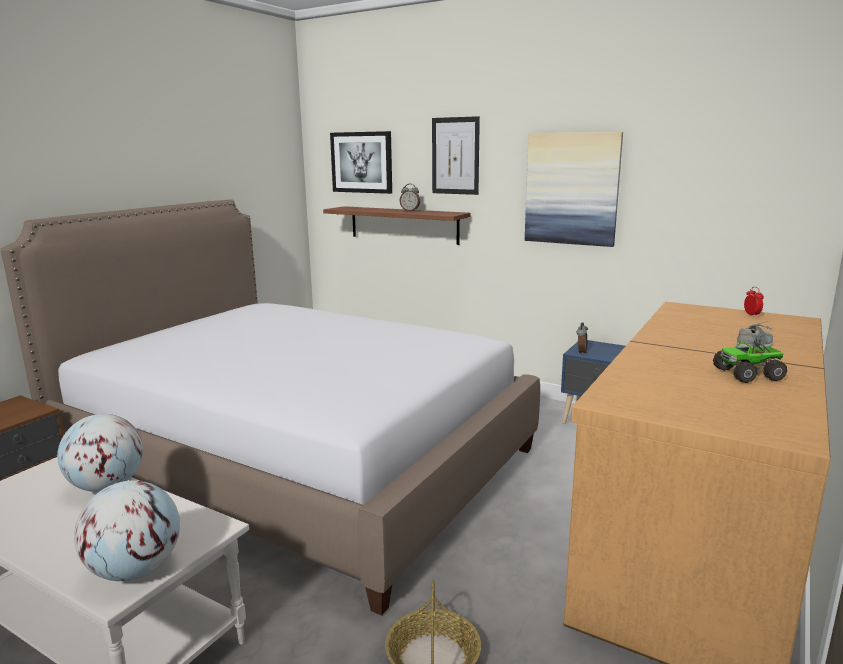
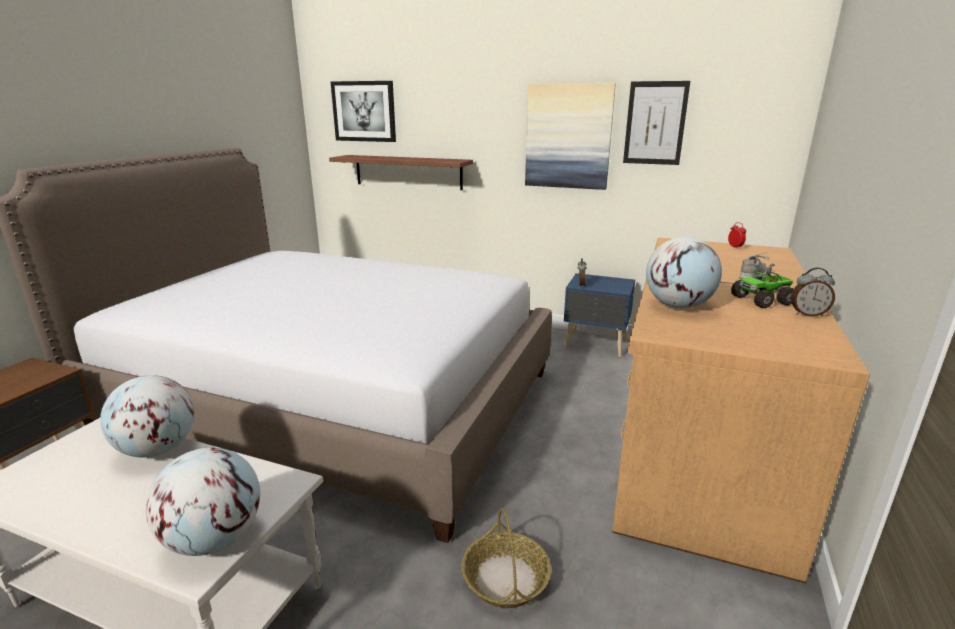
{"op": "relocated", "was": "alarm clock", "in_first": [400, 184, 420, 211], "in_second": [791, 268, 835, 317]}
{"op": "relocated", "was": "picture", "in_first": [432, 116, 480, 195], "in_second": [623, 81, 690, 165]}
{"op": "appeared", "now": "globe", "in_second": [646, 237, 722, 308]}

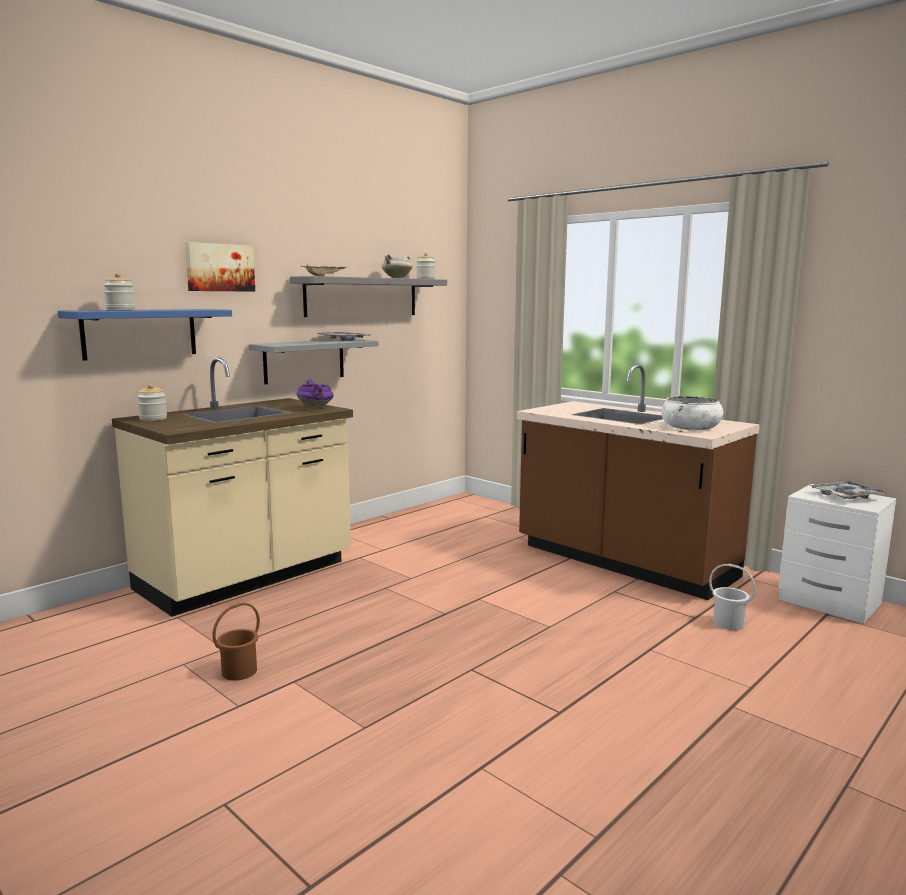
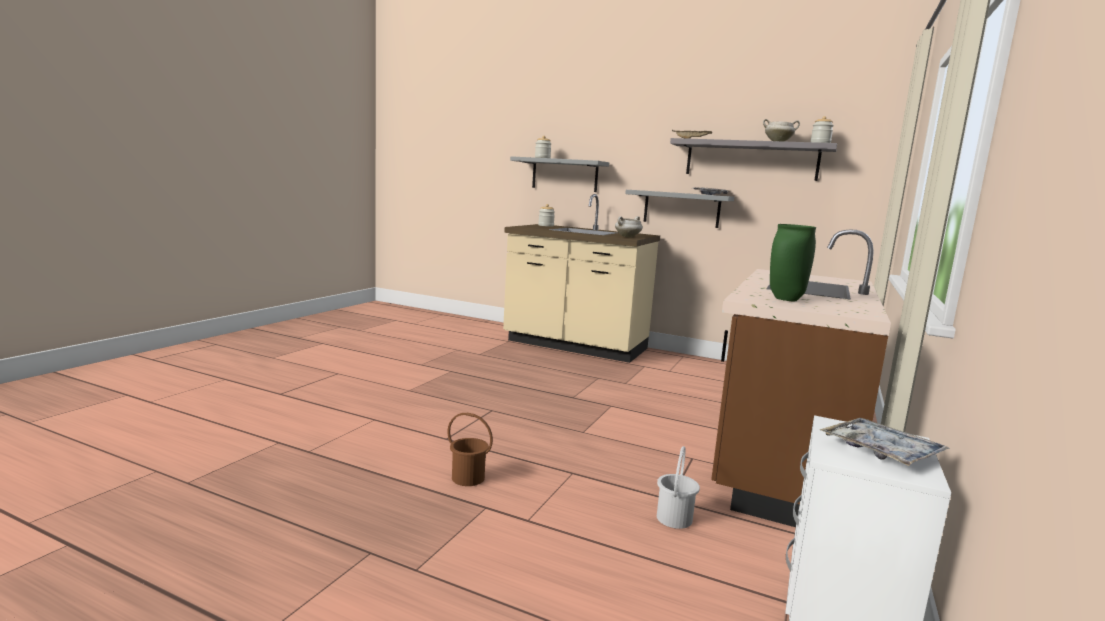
{"op": "colour", "was": "blue shelf", "now": "grey shelf", "in_first": [57, 309, 232, 361], "in_second": [510, 156, 609, 192]}
{"op": "missing", "was": "picture", "in_first": [185, 242, 255, 292]}
{"op": "relocated", "was": "brown bucket", "in_first": [213, 603, 260, 681], "in_second": [447, 412, 493, 486]}
{"op": "colour", "was": "purple cooking pot", "now": "white cooking pot", "in_first": [297, 379, 334, 409], "in_second": [615, 216, 643, 237]}
{"op": "exchanged", "was": "white bowl", "now": "green vase", "in_first": [661, 396, 723, 430], "in_second": [770, 224, 816, 301]}

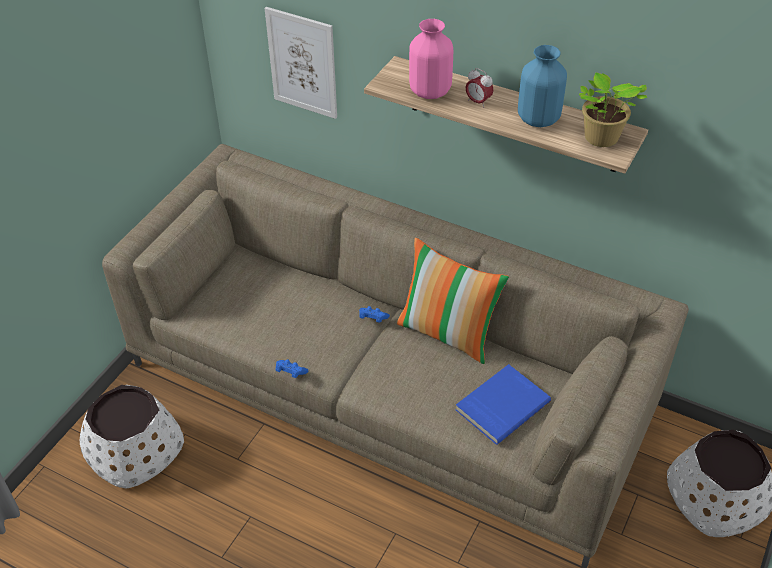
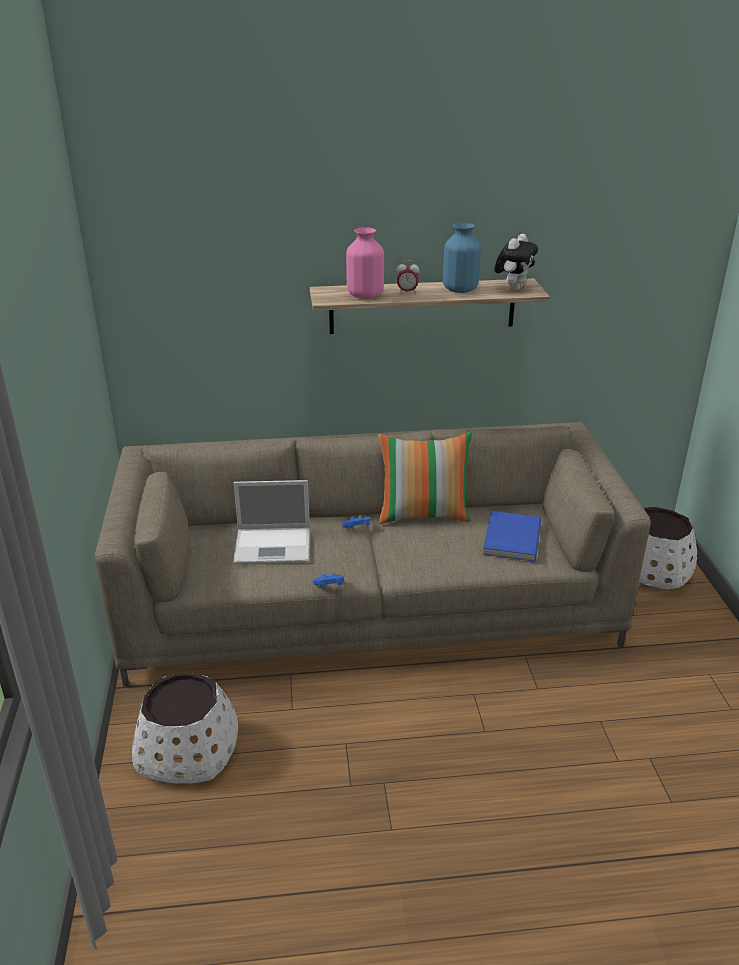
{"op": "missing", "was": "picture", "in_first": [265, 7, 337, 119]}
{"op": "exchanged", "was": "potted plant", "now": "plush toy", "in_first": [579, 72, 648, 147], "in_second": [494, 234, 538, 291]}
{"op": "appeared", "now": "laptop", "in_second": [233, 480, 310, 564]}

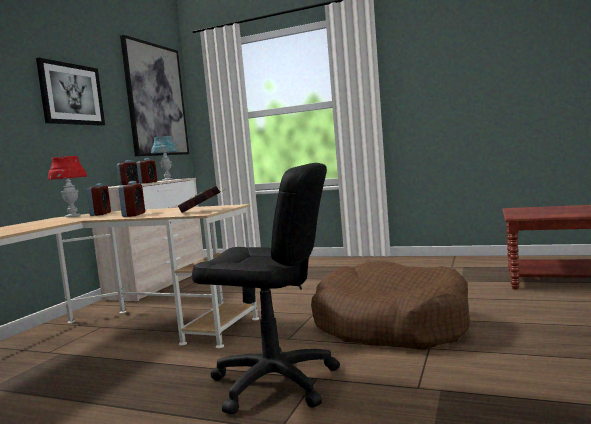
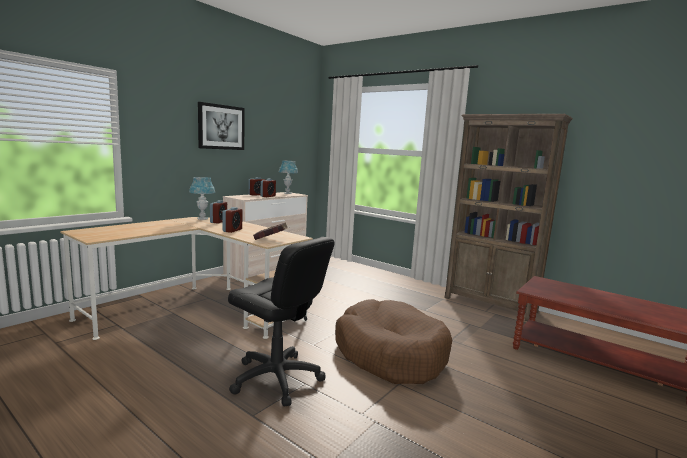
{"op": "colour", "was": "red table lamp", "now": "blue table lamp", "in_first": [48, 156, 87, 217], "in_second": [189, 177, 215, 220]}
{"op": "missing", "was": "picture", "in_first": [120, 35, 189, 157]}
{"op": "appeared", "now": "brown bookcase", "in_second": [445, 114, 573, 321]}

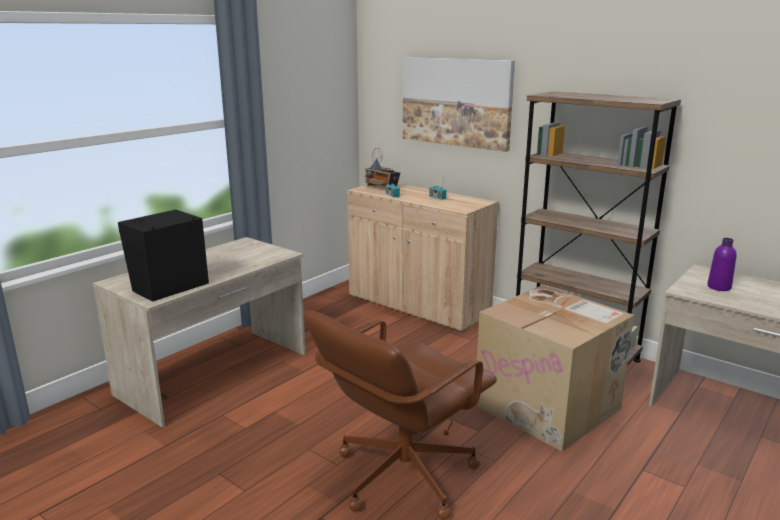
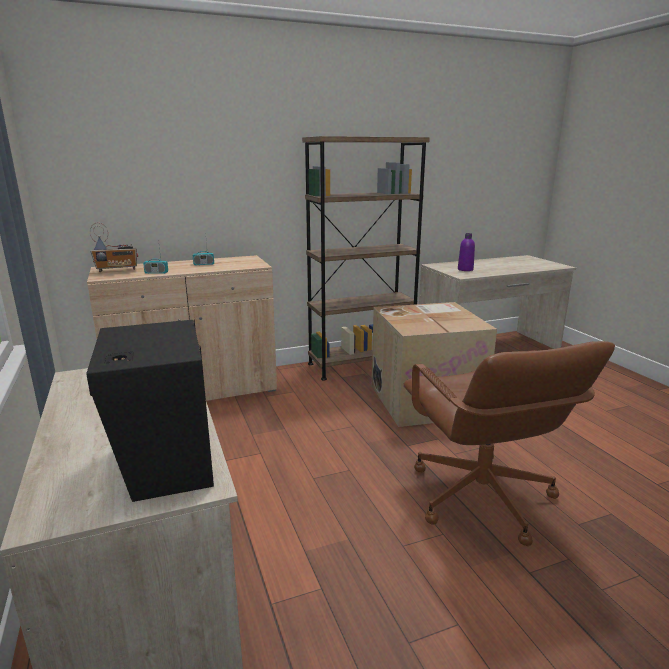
{"op": "missing", "was": "picture", "in_first": [403, 57, 515, 152]}

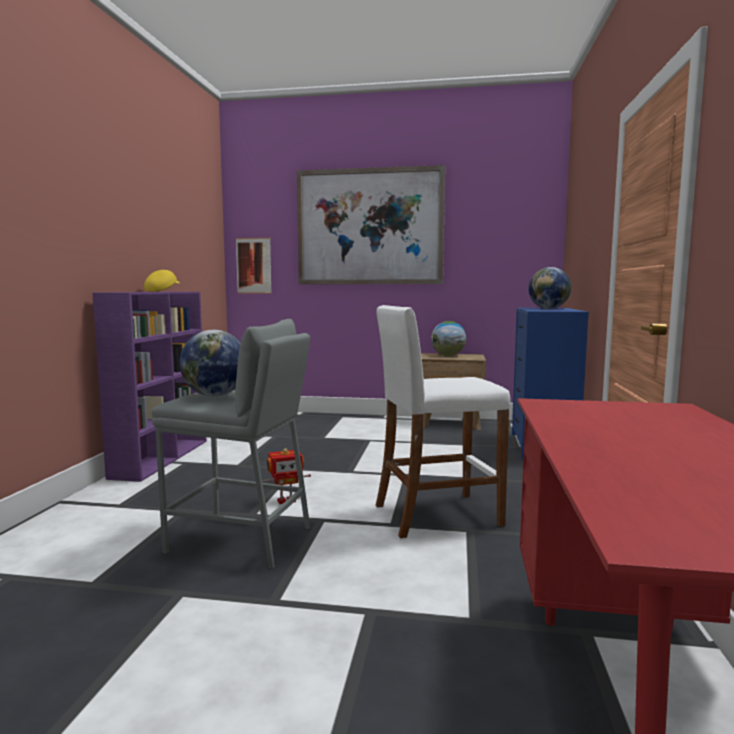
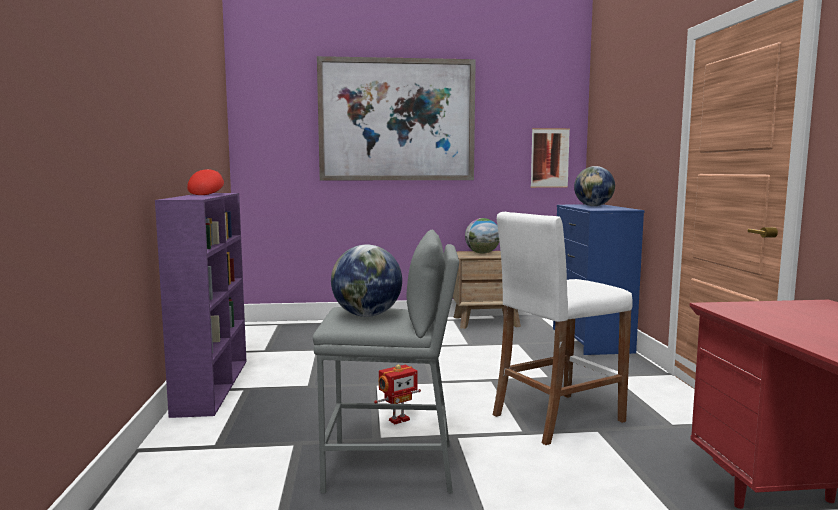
{"op": "colour", "was": "yellow cap", "now": "red cap", "in_first": [144, 270, 180, 292], "in_second": [187, 169, 224, 195]}
{"op": "relocated", "was": "picture", "in_first": [236, 238, 272, 293], "in_second": [531, 128, 570, 188]}

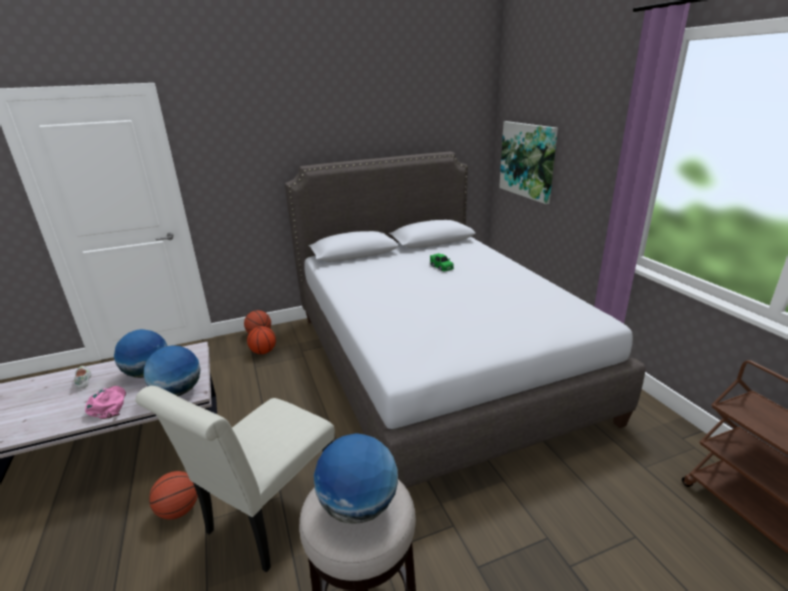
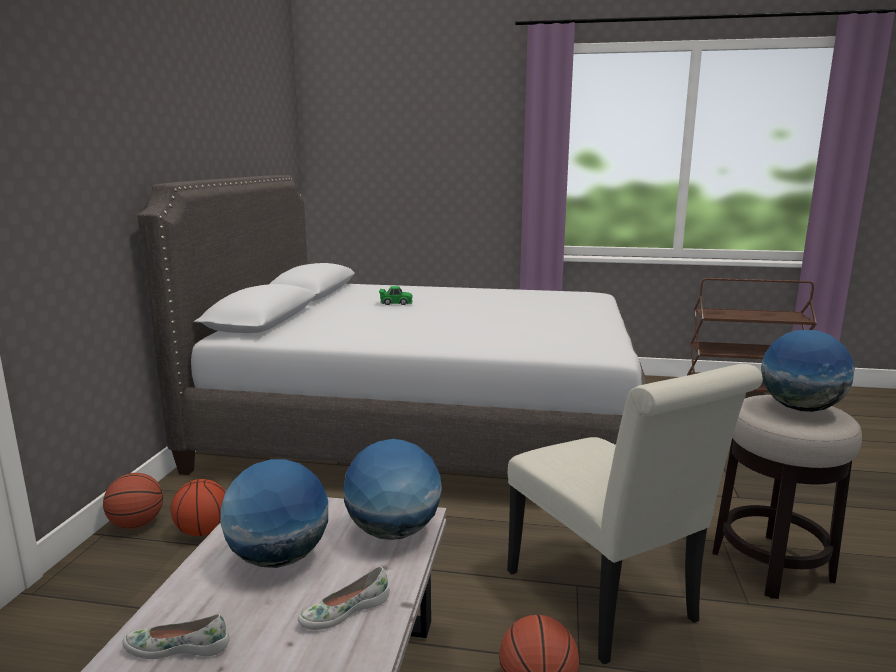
{"op": "exchanged", "was": "pink cap", "now": "white shoe", "in_first": [85, 386, 126, 419], "in_second": [298, 566, 390, 630]}
{"op": "missing", "was": "picture", "in_first": [499, 121, 558, 204]}

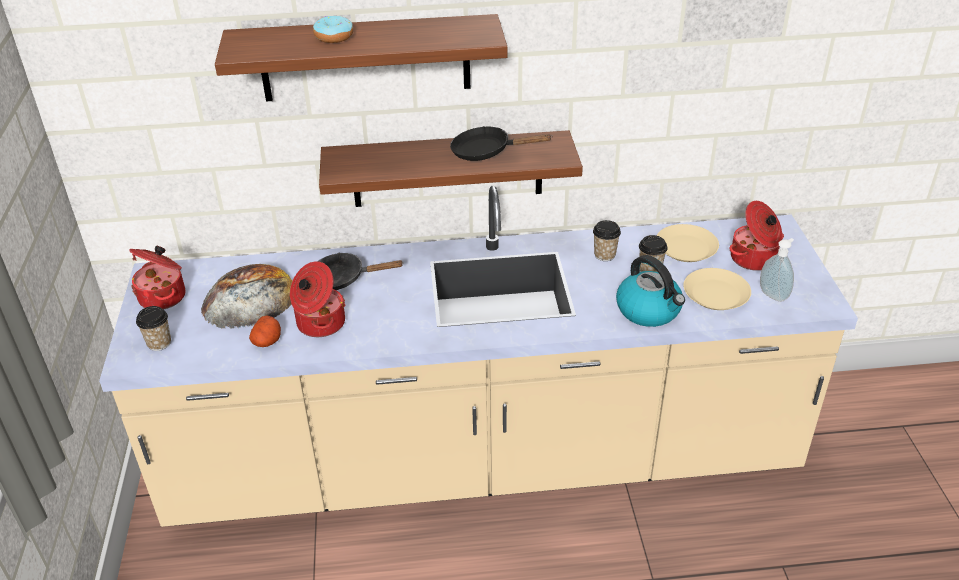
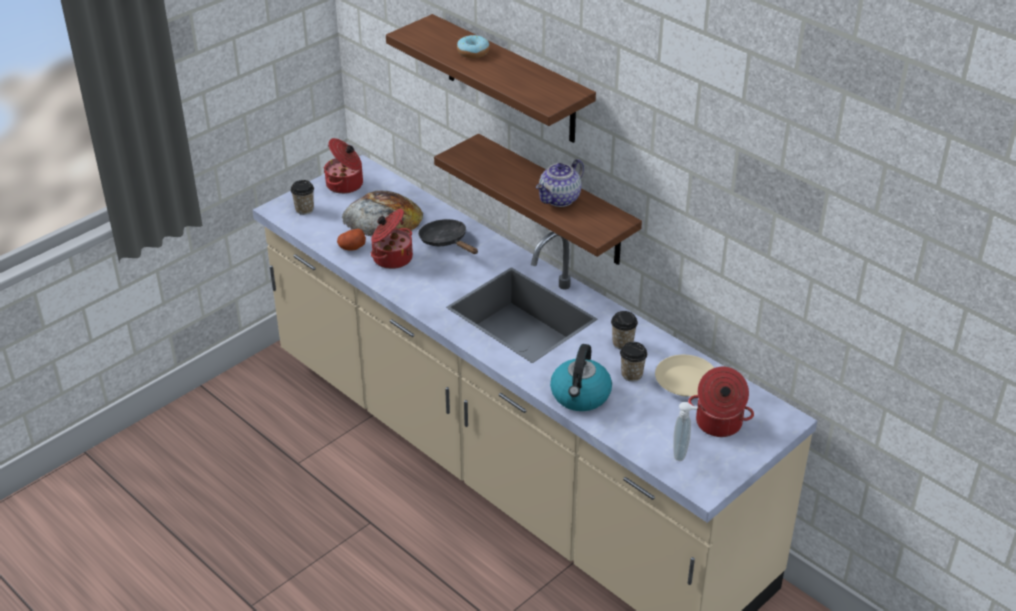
{"op": "exchanged", "was": "black frying pan", "now": "teapot", "in_first": [450, 126, 553, 161], "in_second": [536, 159, 584, 207]}
{"op": "missing", "was": "beige plate", "in_first": [683, 268, 751, 310]}

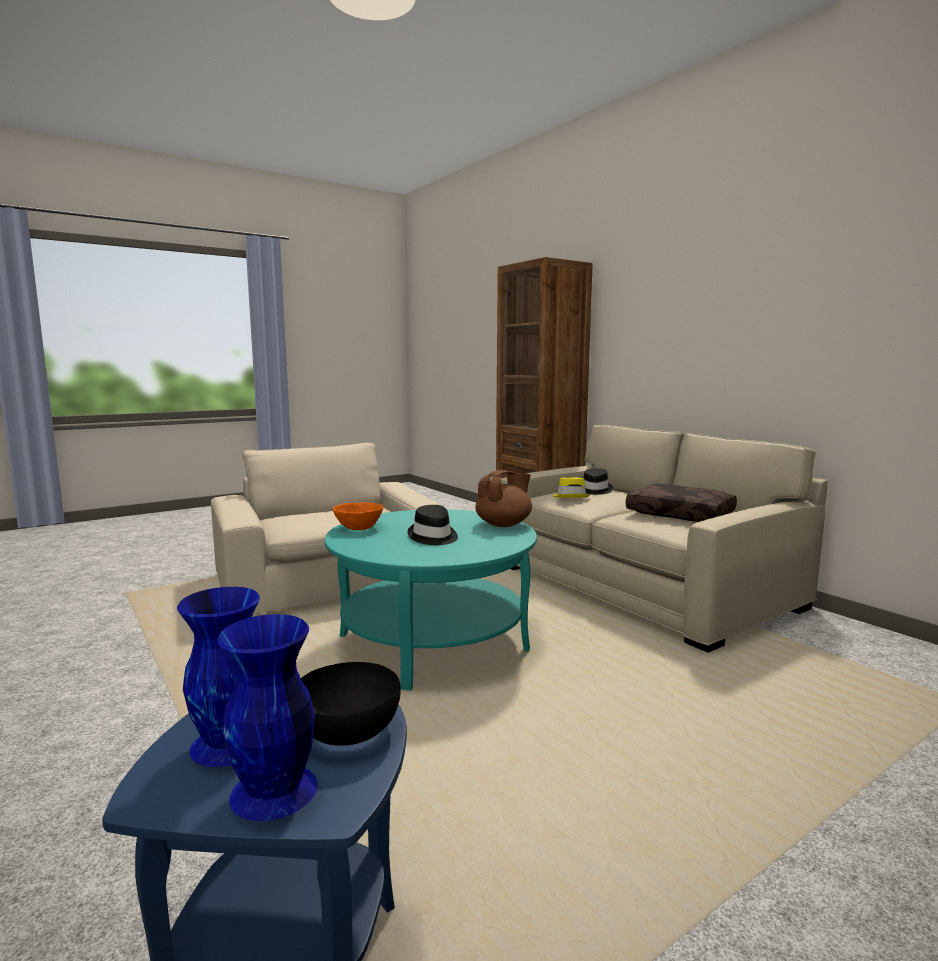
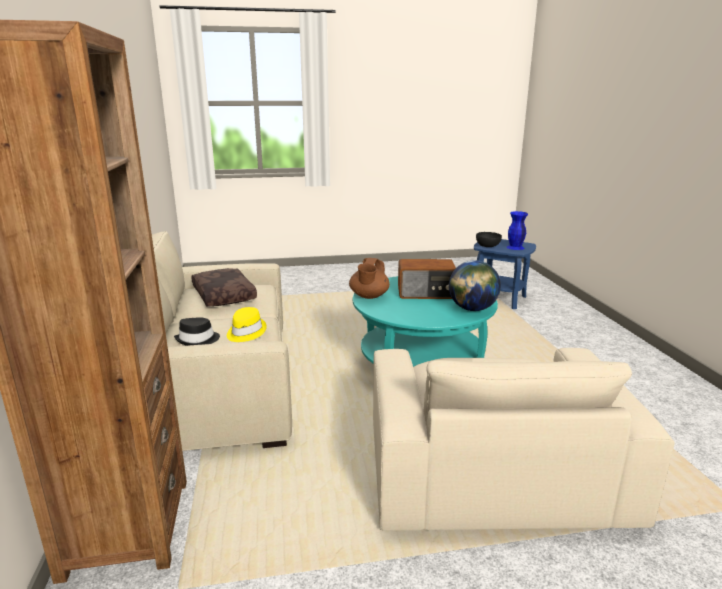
{"op": "missing", "was": "blue vase", "in_first": [217, 614, 318, 821]}
{"op": "exchanged", "was": "orange bowl", "now": "globe", "in_first": [333, 502, 383, 530], "in_second": [449, 260, 501, 311]}
{"op": "exchanged", "was": "black hat", "now": "radio", "in_first": [408, 505, 458, 545], "in_second": [398, 259, 456, 299]}
{"op": "spun", "was": "brown teapot", "in_first": [475, 470, 532, 527], "in_second": [349, 258, 390, 299], "clockwise": -60}

